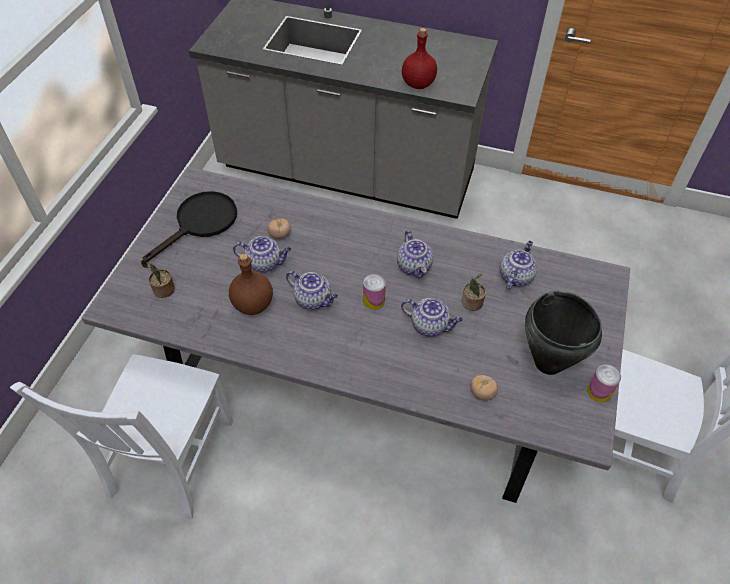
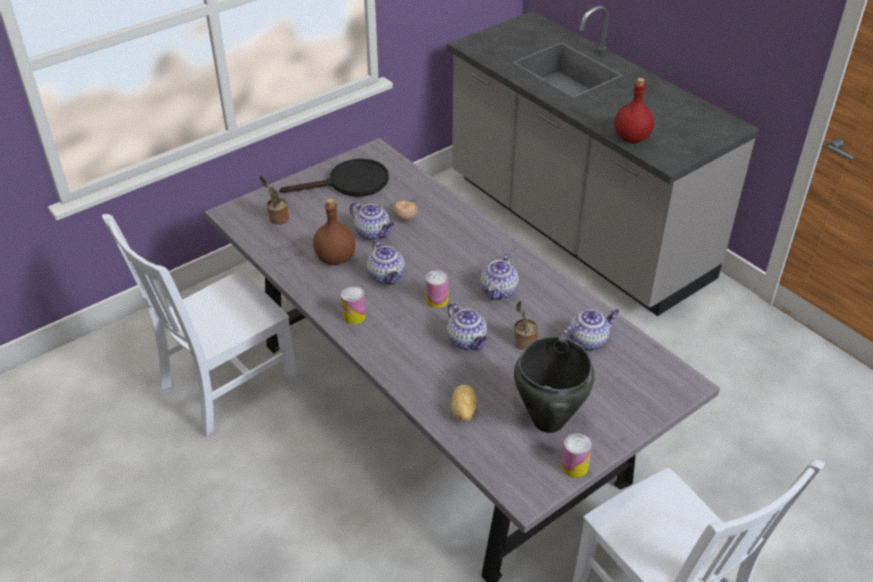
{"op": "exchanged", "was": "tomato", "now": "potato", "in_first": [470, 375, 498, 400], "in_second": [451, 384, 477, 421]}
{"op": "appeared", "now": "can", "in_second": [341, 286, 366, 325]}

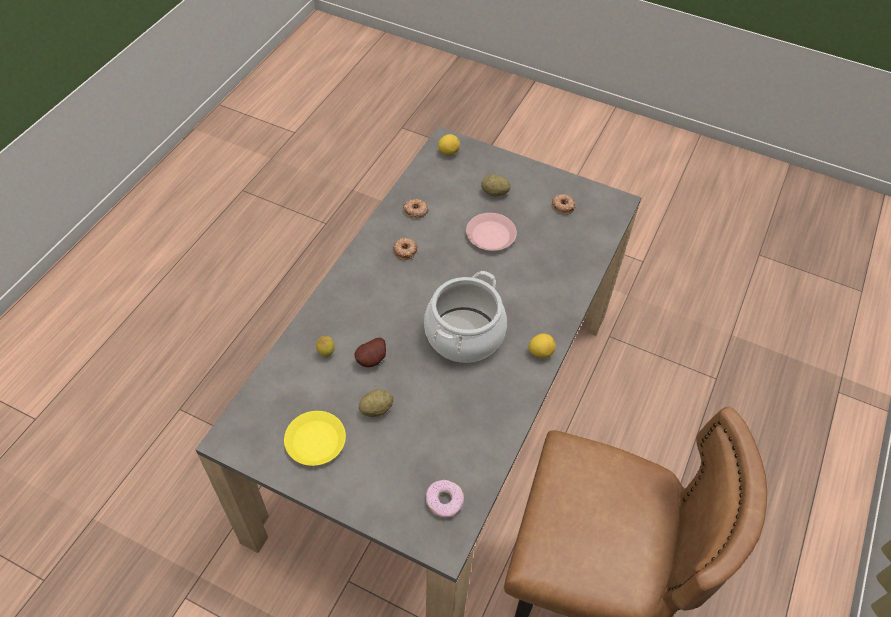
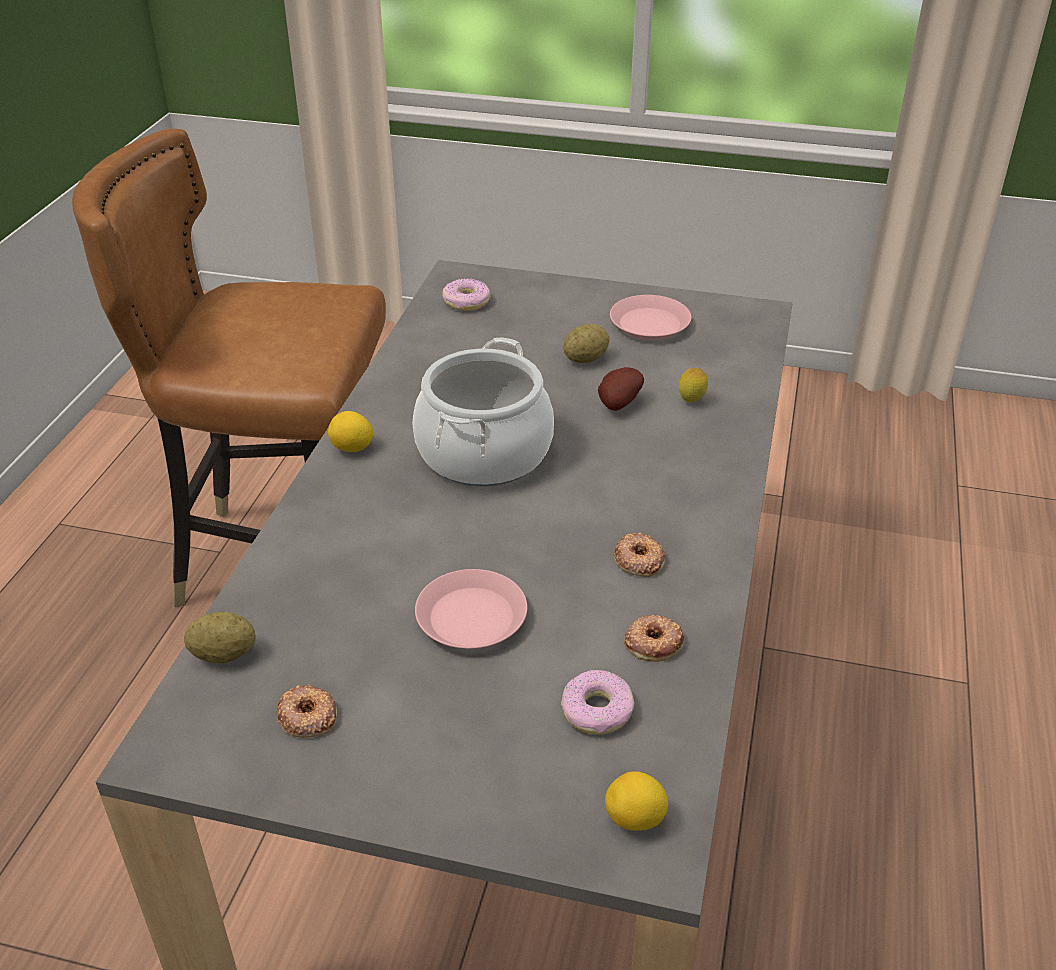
{"op": "colour", "was": "yellow plate", "now": "pink plate", "in_first": [284, 411, 346, 466], "in_second": [610, 295, 691, 340]}
{"op": "relocated", "was": "potato", "in_first": [481, 175, 510, 196], "in_second": [184, 612, 256, 664]}
{"op": "appeared", "now": "donut", "in_second": [561, 670, 635, 734]}

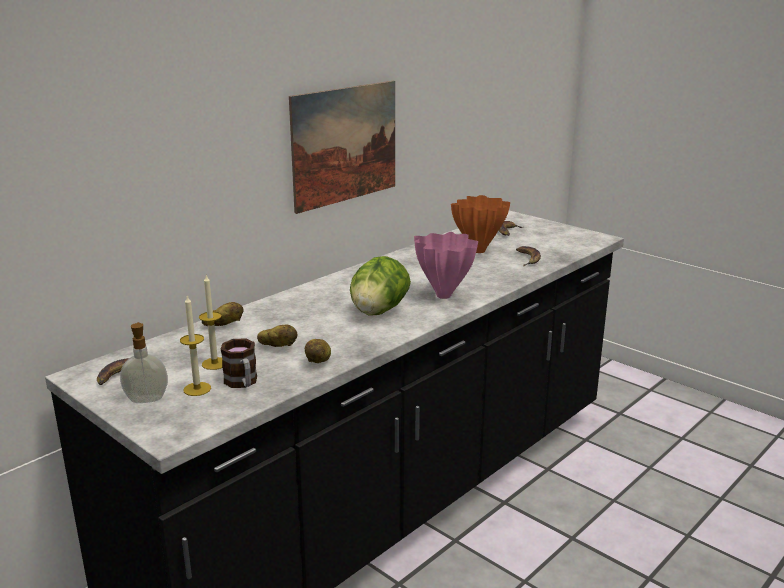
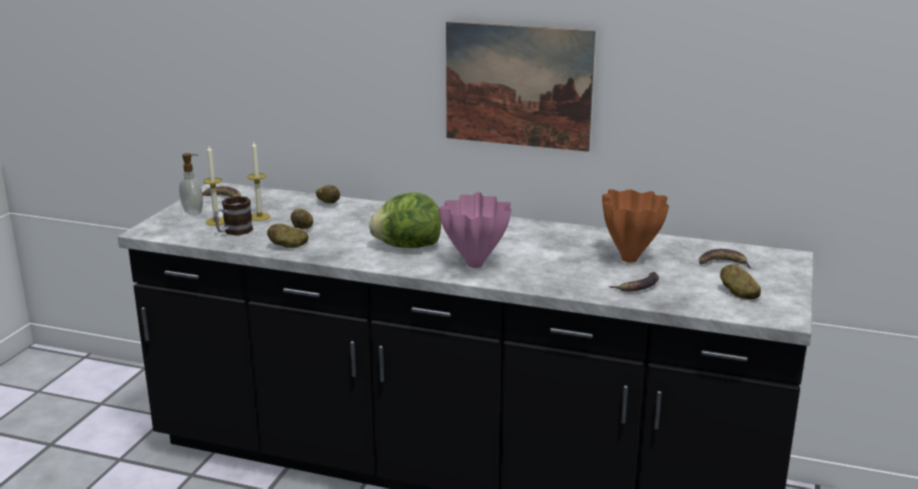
{"op": "appeared", "now": "potato", "in_second": [720, 264, 761, 299]}

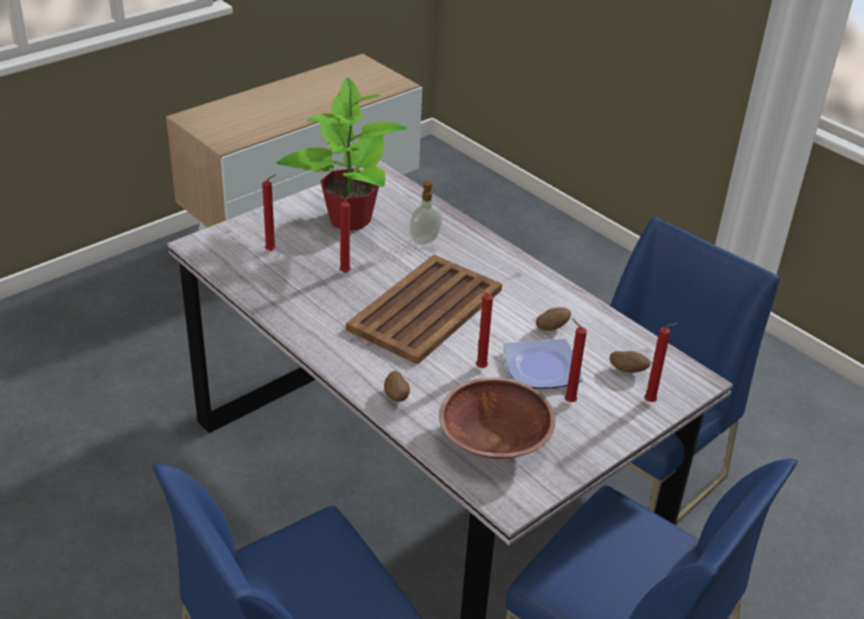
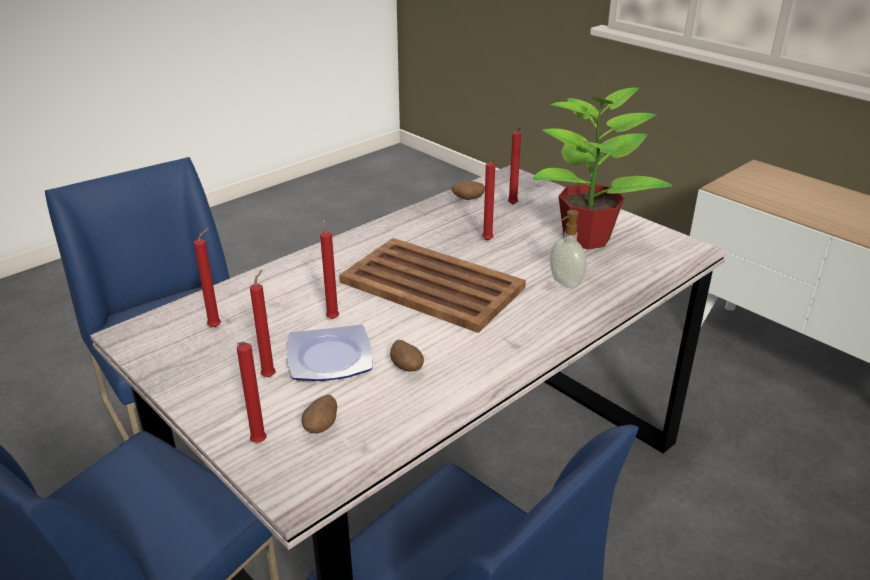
{"op": "relocated", "was": "potato", "in_first": [384, 371, 410, 402], "in_second": [451, 180, 485, 200]}
{"op": "exchanged", "was": "brown bowl", "now": "red candle", "in_first": [439, 377, 555, 459], "in_second": [194, 228, 221, 327]}

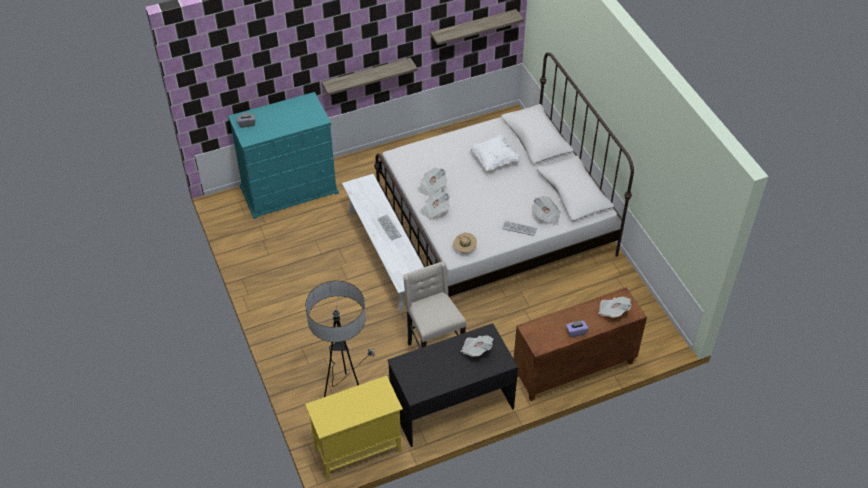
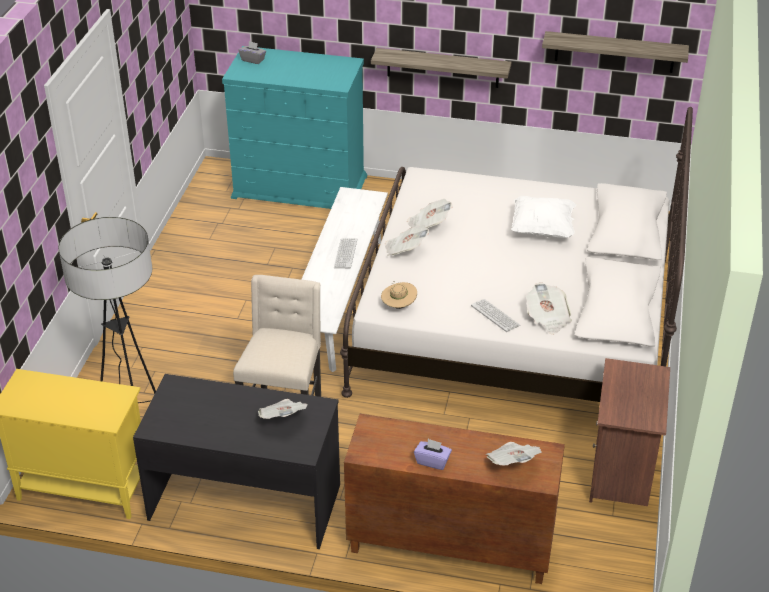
{"op": "appeared", "now": "brown nightstand", "in_second": [589, 358, 670, 506]}

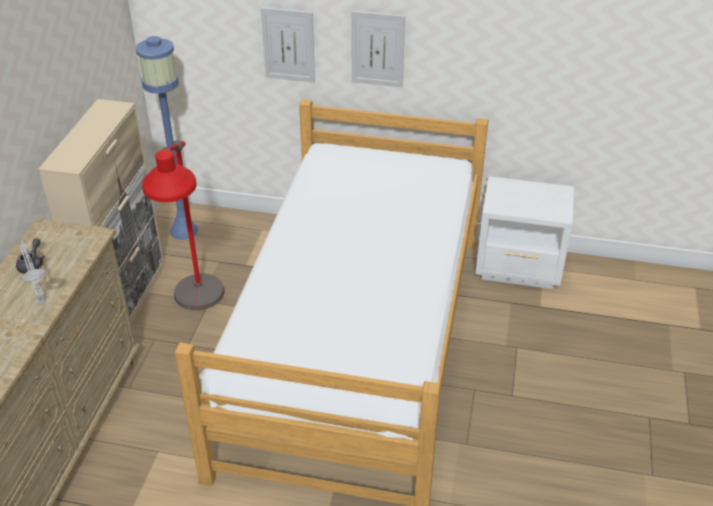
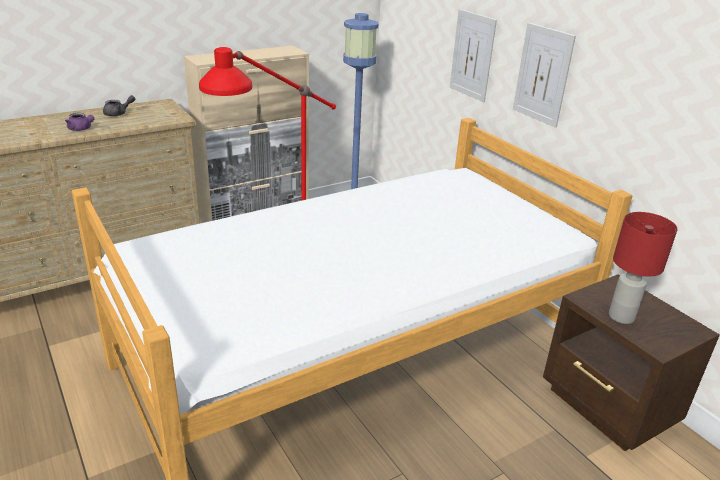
{"op": "exchanged", "was": "grey table lamp", "now": "purple teapot", "in_first": [20, 241, 47, 304], "in_second": [65, 113, 94, 131]}
{"op": "colour", "was": "white nightstand", "now": "brown nightstand", "in_first": [475, 176, 574, 289], "in_second": [543, 275, 720, 451]}
{"op": "appeared", "now": "red table lamp", "in_second": [609, 212, 677, 324]}

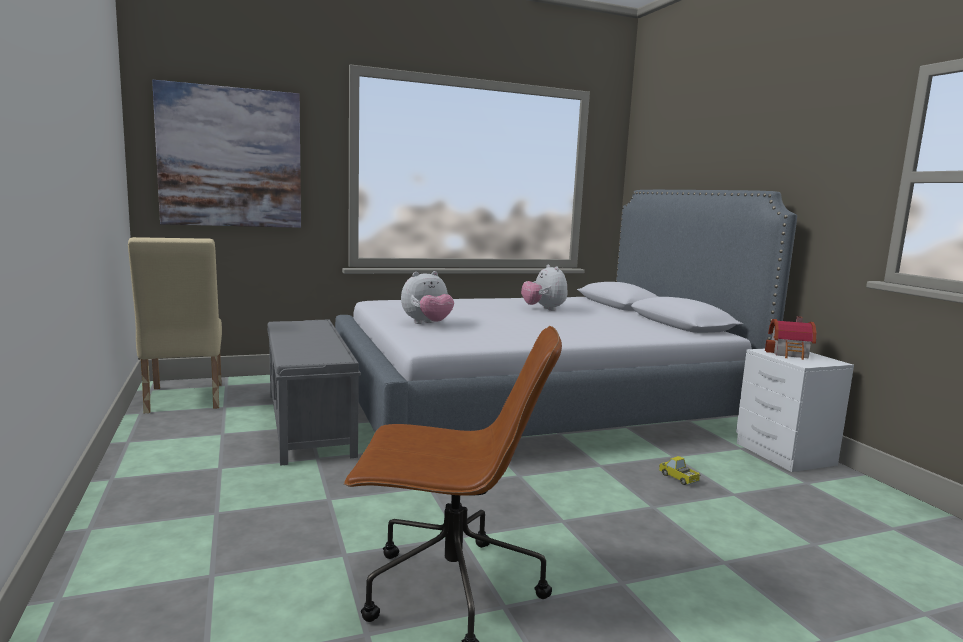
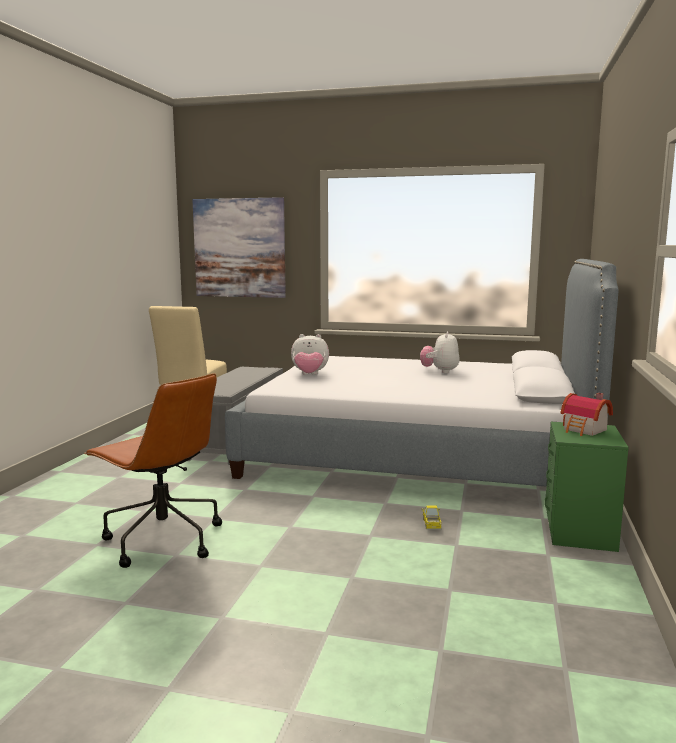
{"op": "colour", "was": "white nightstand", "now": "green nightstand", "in_first": [736, 348, 854, 472], "in_second": [544, 422, 629, 552]}

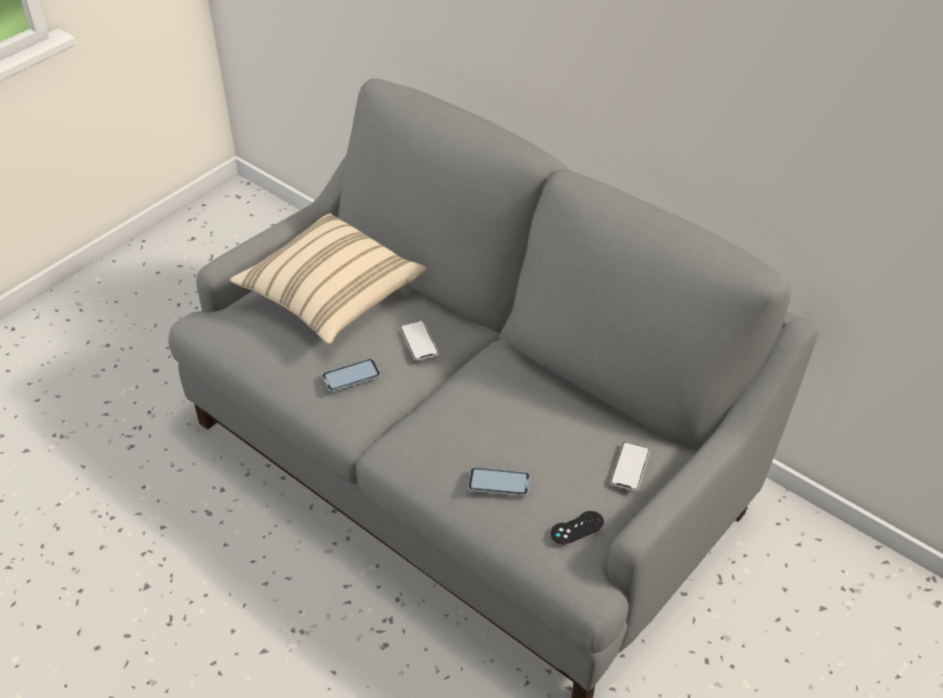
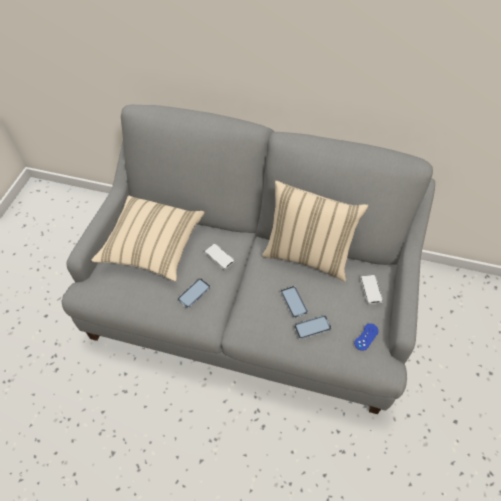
{"op": "colour", "was": "black game controller", "now": "blue game controller", "in_first": [551, 511, 604, 544], "in_second": [354, 323, 379, 351]}
{"op": "appeared", "now": "beige pillow", "in_second": [262, 181, 368, 282]}
{"op": "appeared", "now": "phone", "in_second": [281, 286, 308, 319]}

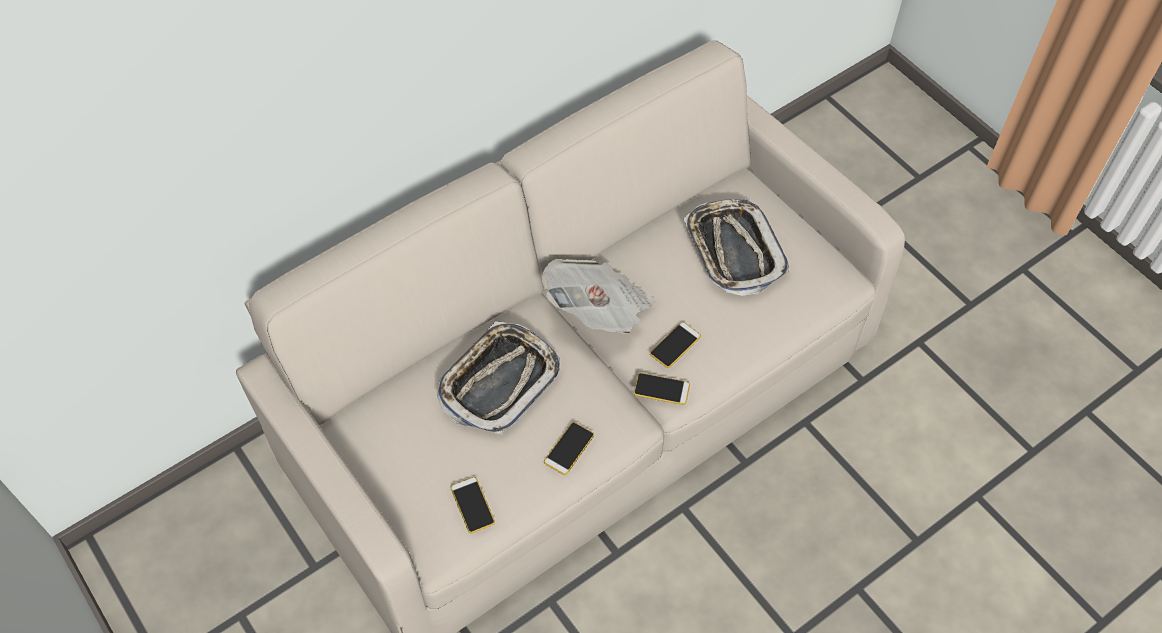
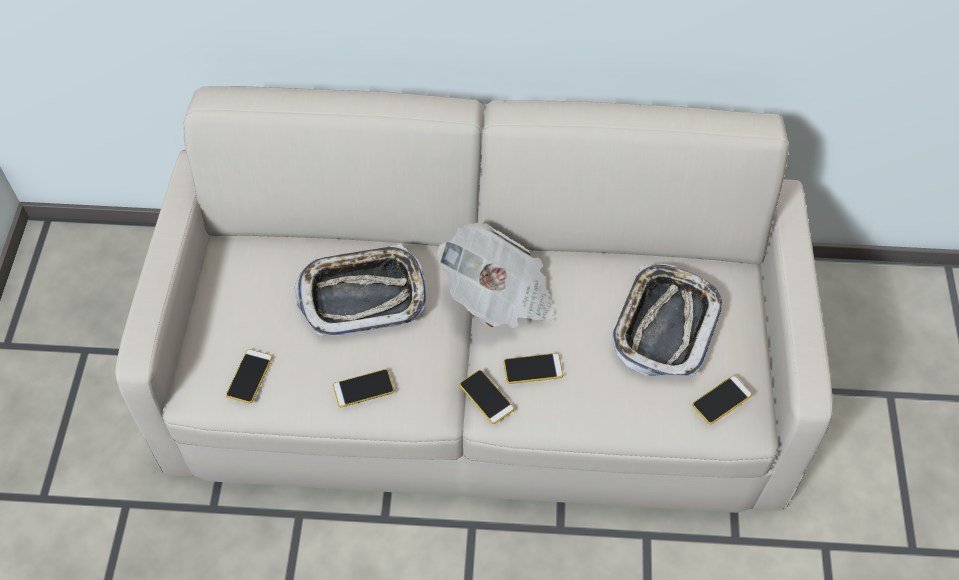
{"op": "appeared", "now": "phone", "in_second": [692, 376, 752, 424]}

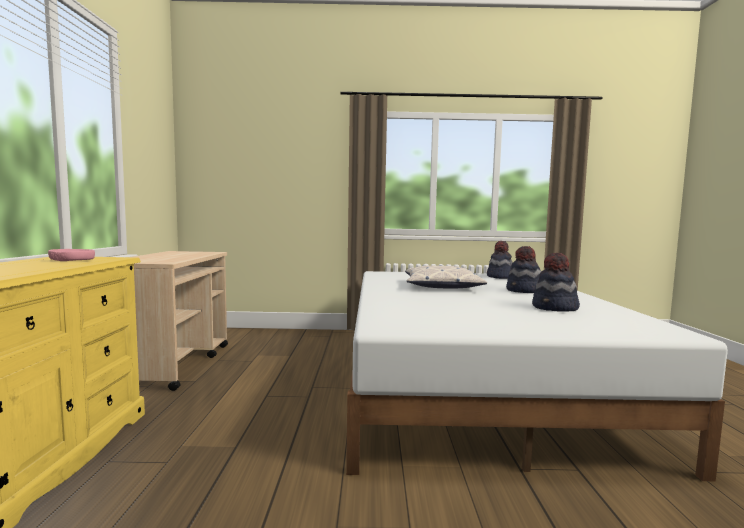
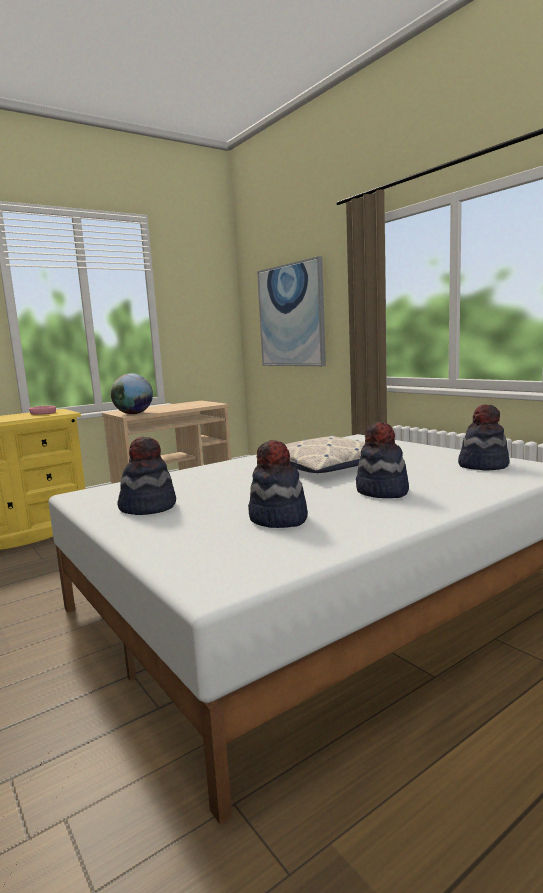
{"op": "appeared", "now": "globe", "in_second": [111, 373, 153, 414]}
{"op": "appeared", "now": "hat", "in_second": [117, 437, 176, 515]}
{"op": "appeared", "now": "picture", "in_second": [257, 256, 326, 366]}

